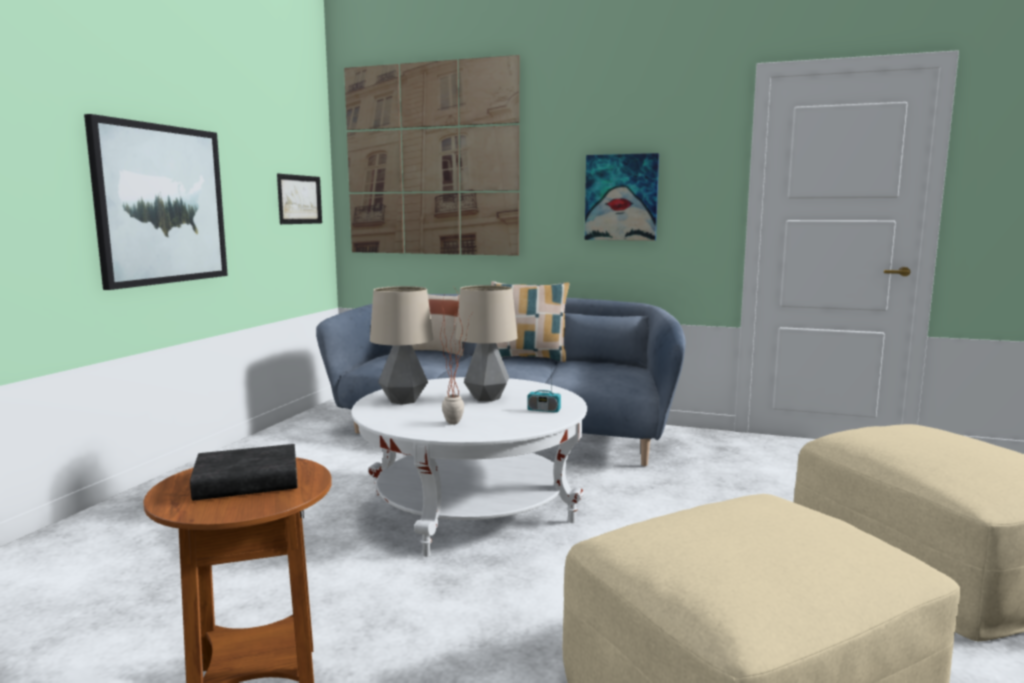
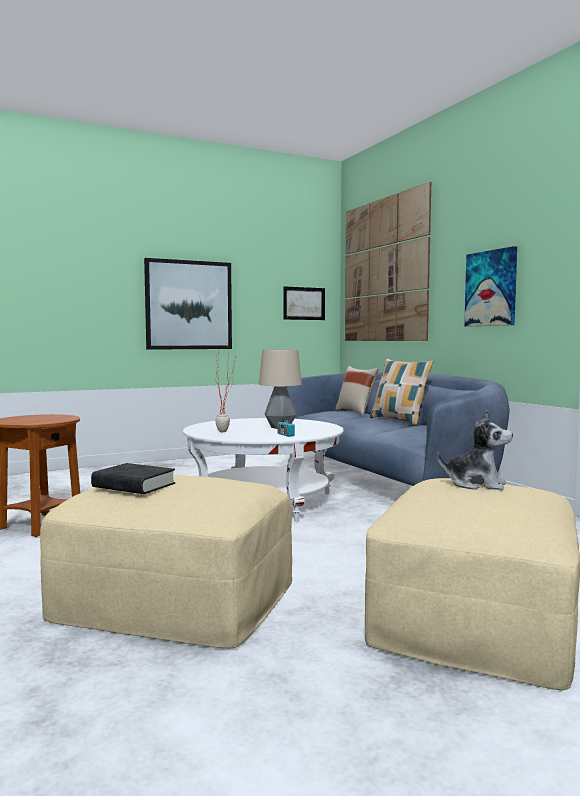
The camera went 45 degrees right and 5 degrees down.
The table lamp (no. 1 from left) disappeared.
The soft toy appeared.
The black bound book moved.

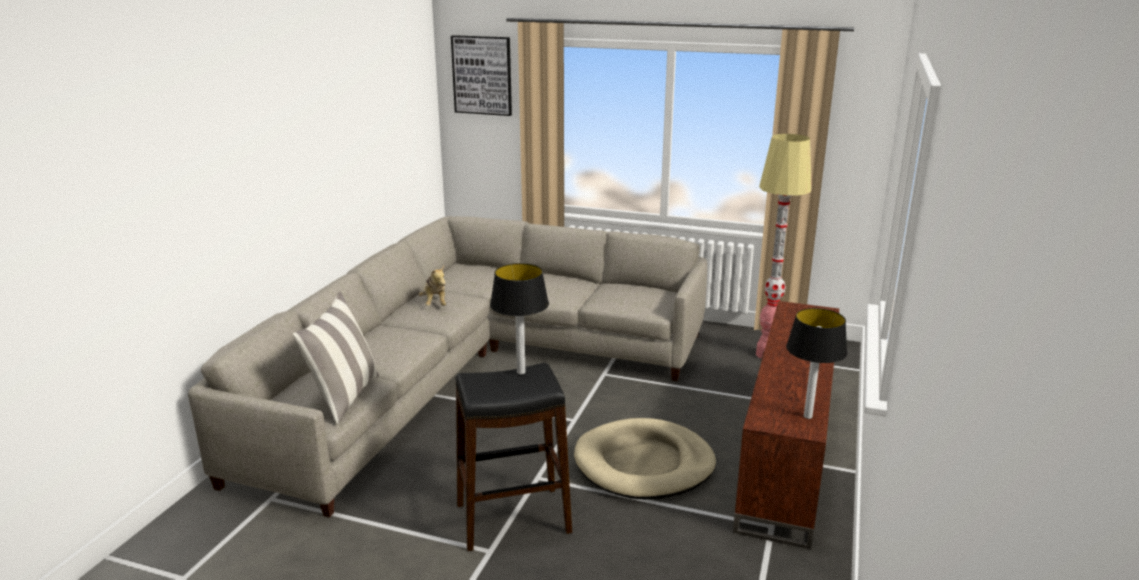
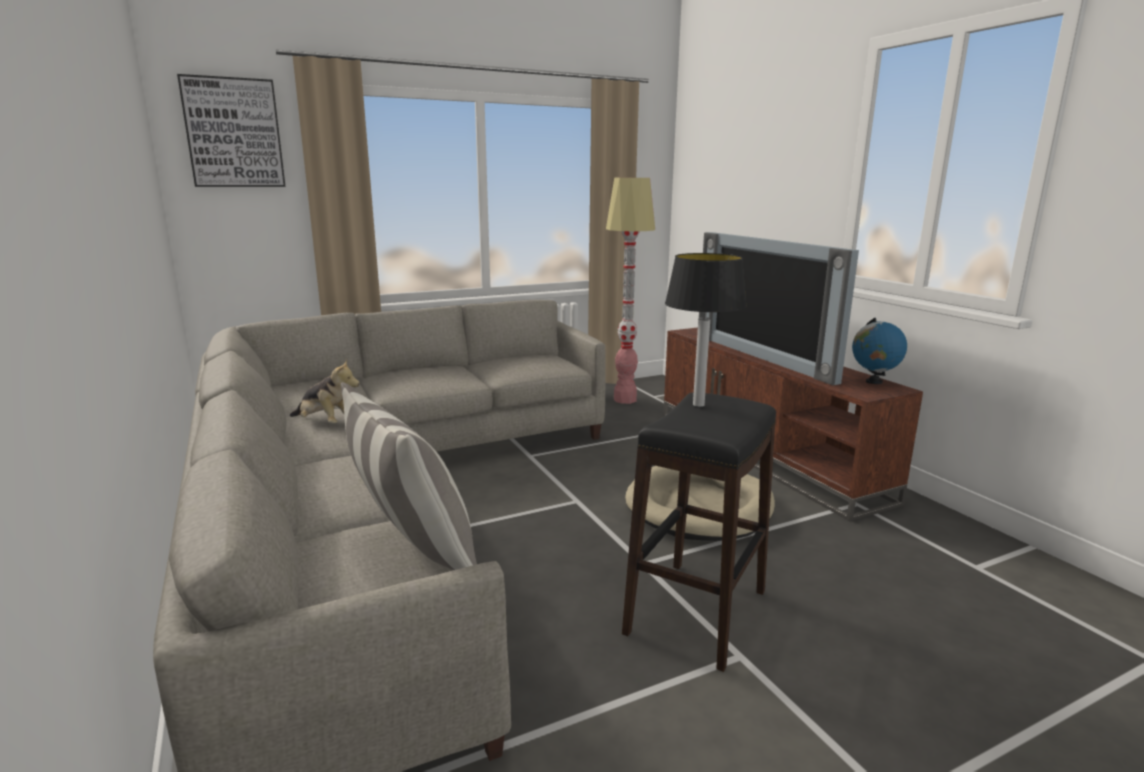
The camera went 45 degrees left and 5 degrees down.
The television appeared.
The table lamp (no. 2 from left) was replaced by the desk globe.

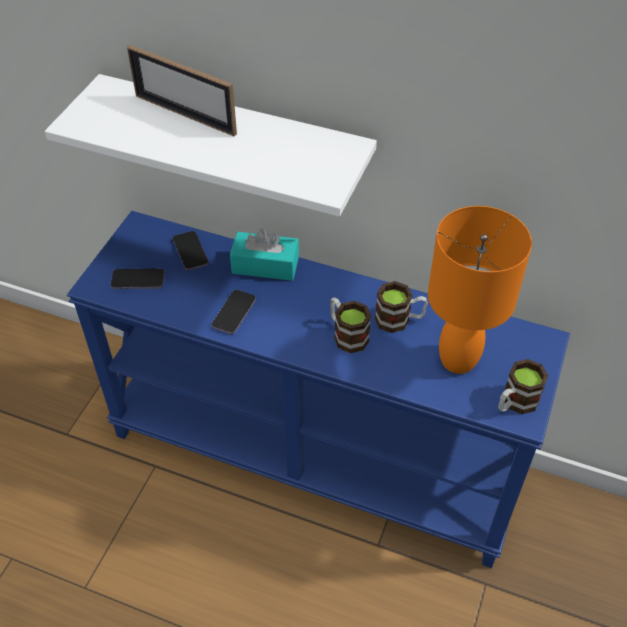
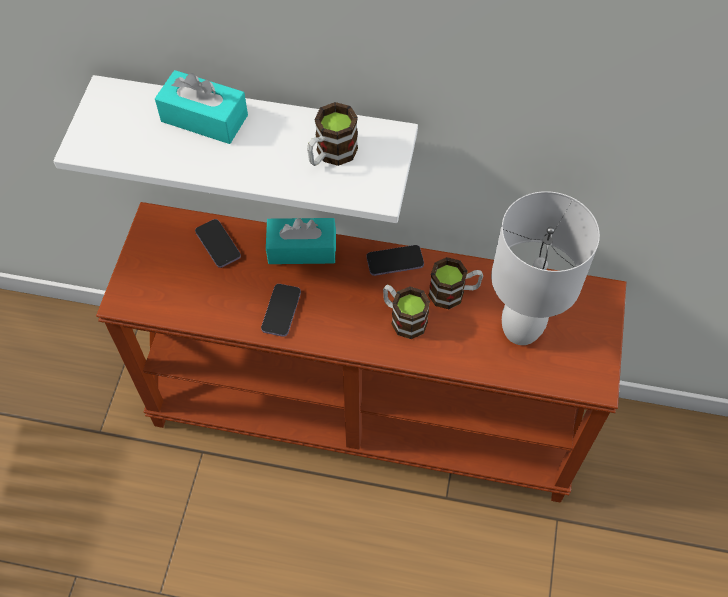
The camera went 10 degrees left and 10 degrees up.
The telephone (no. 1 from left in the first image) moved.
The tea mug (no. 3 from left in the first image) moved.
The standing frame was replaced by the turquoise-coloured box of tissues (no. 1 from left).
The blue-coloured narrow table became the brownish narrow table.
The orangey table lamp became the whitish table lamp.

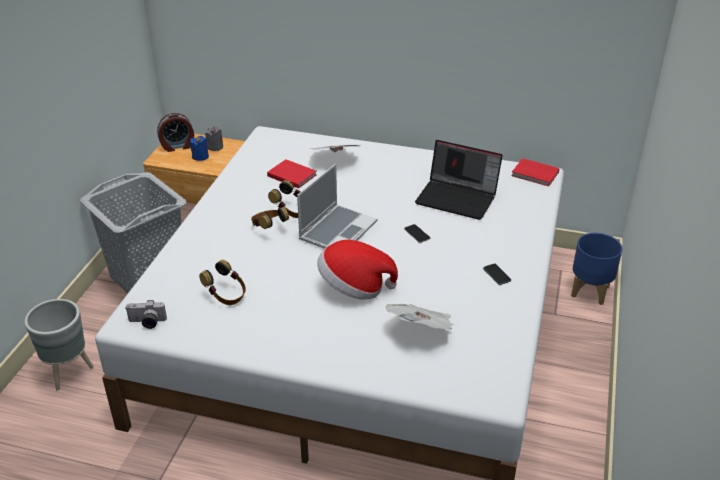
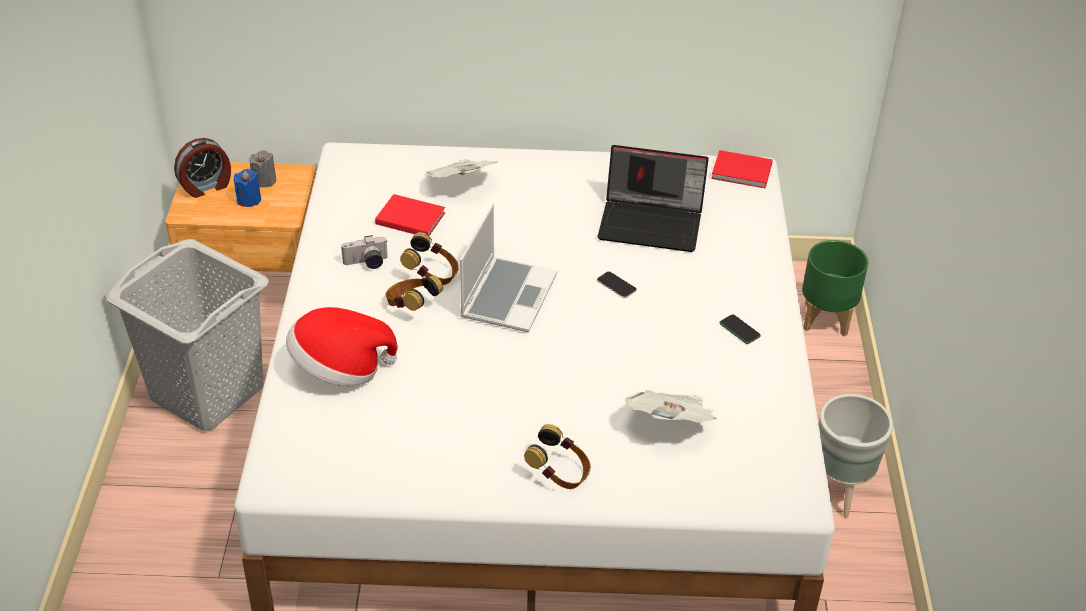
The camera went 15 degrees left and 5 degrees up.
The gray plant pot moved.
The still camera moved.
The pair of headphones (no. 1 from left in the first image) moved.
The hat moved.
The blue-coloured plant pot became the greenish plant pot.

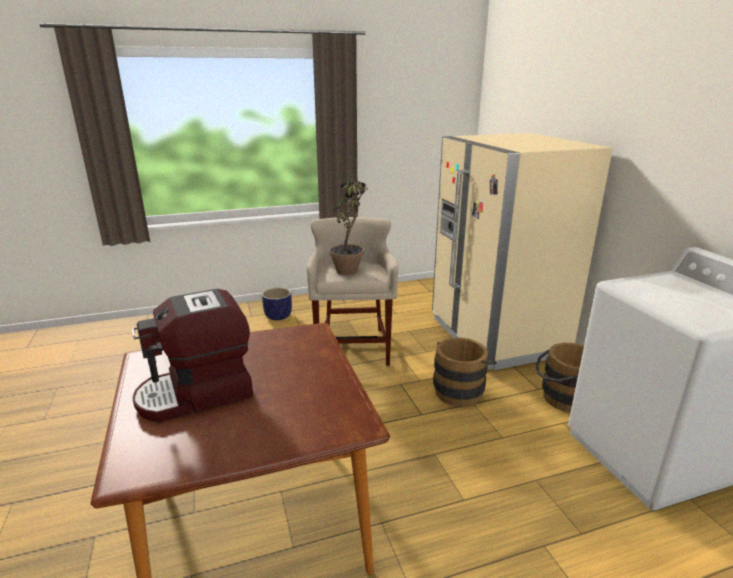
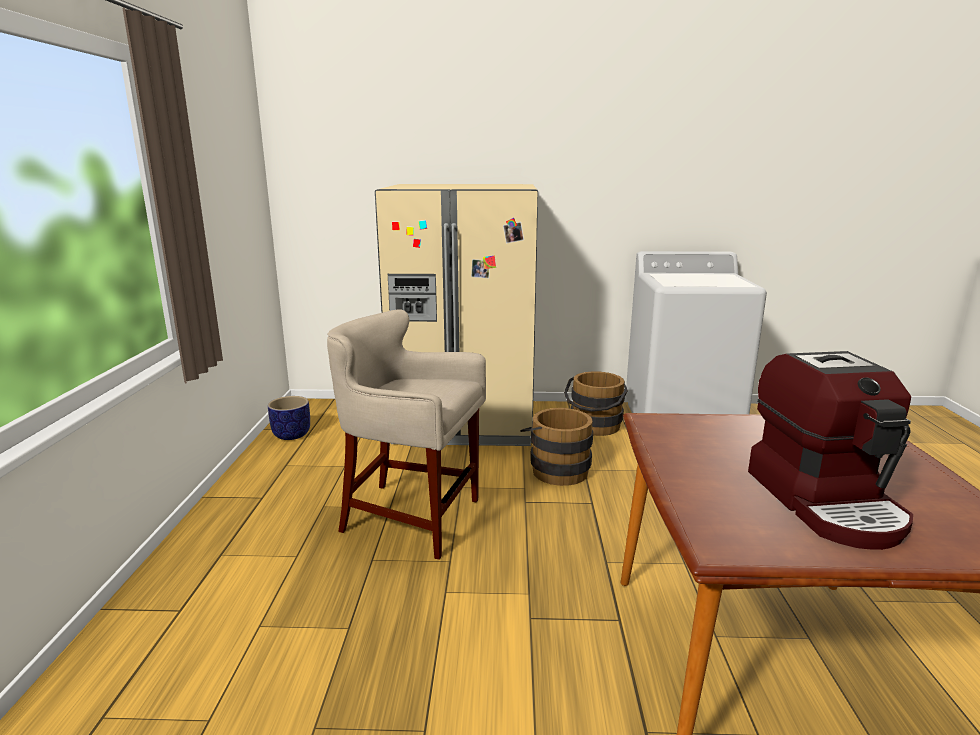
The camera went 70 degrees left and 5 degrees down.
The potted plant disappeared.
The plant pot moved.

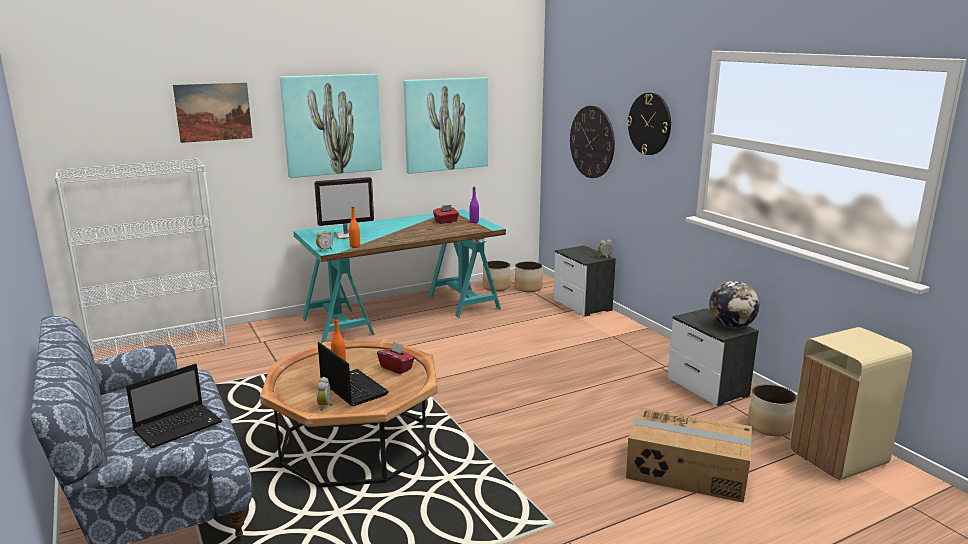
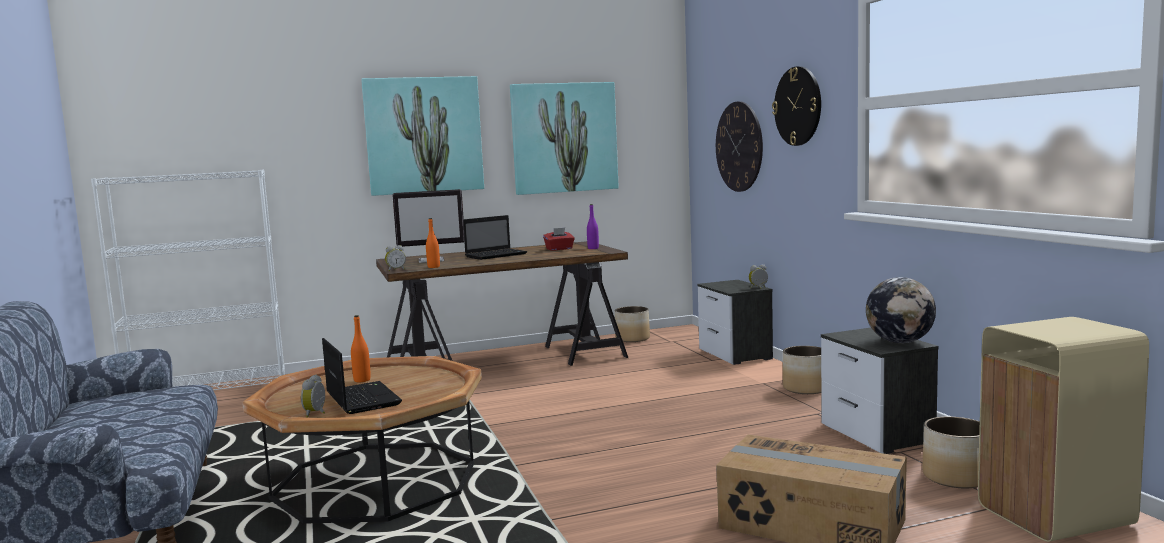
The camera went 10 degrees right and 10 degrees down.
The wall art (no. 1 from left) disappeared.
The reddish box of tissues (no. 1 from left) disappeared.
The notebook computer (no. 1 from left in the first image) moved.
The plant pot (no. 2 from left) moved.
The turquoise-coloured desk table became the brownish desk table.

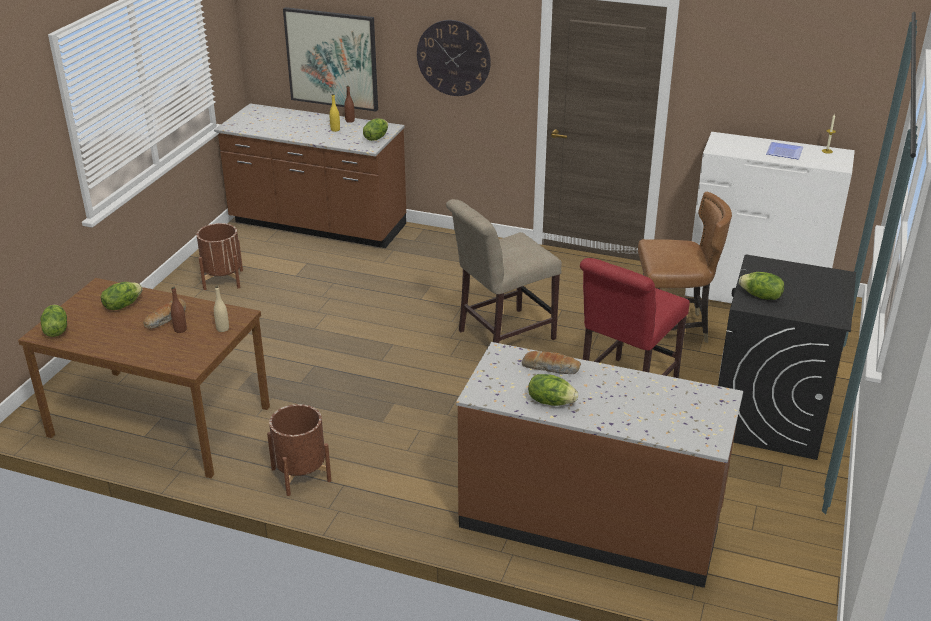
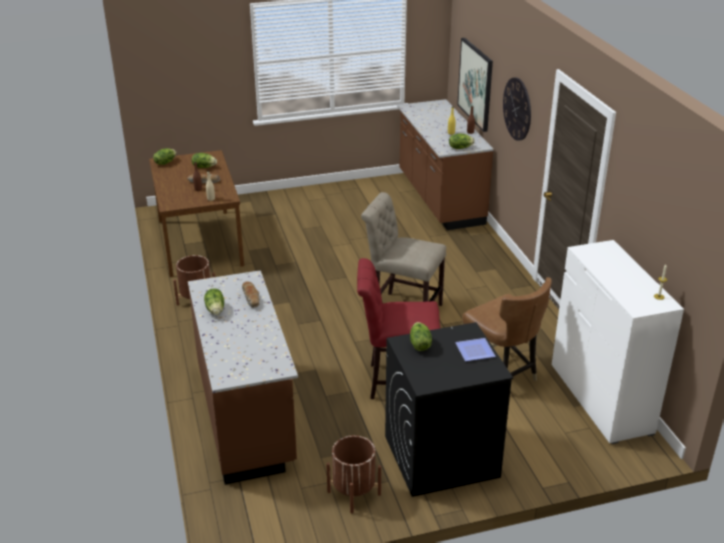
The camera went 55 degrees right and 0 degrees up.
The brownish plant pot (no. 1 from left in the first image) moved.
The plate moved.

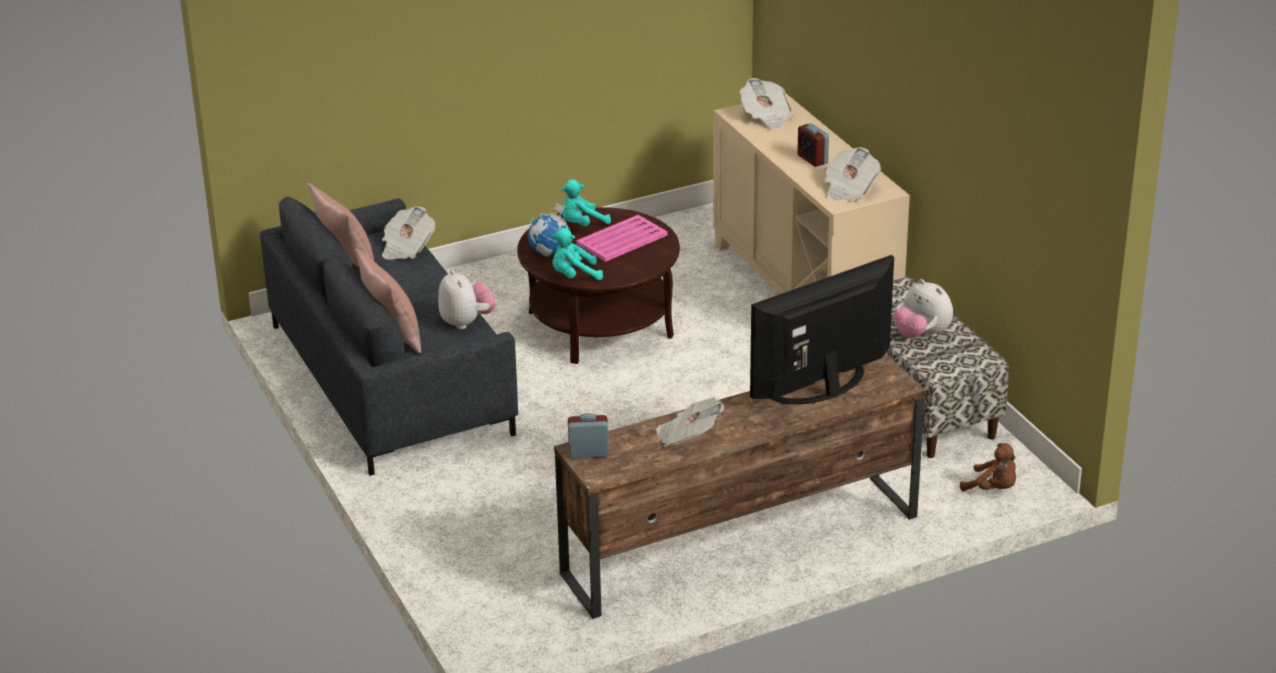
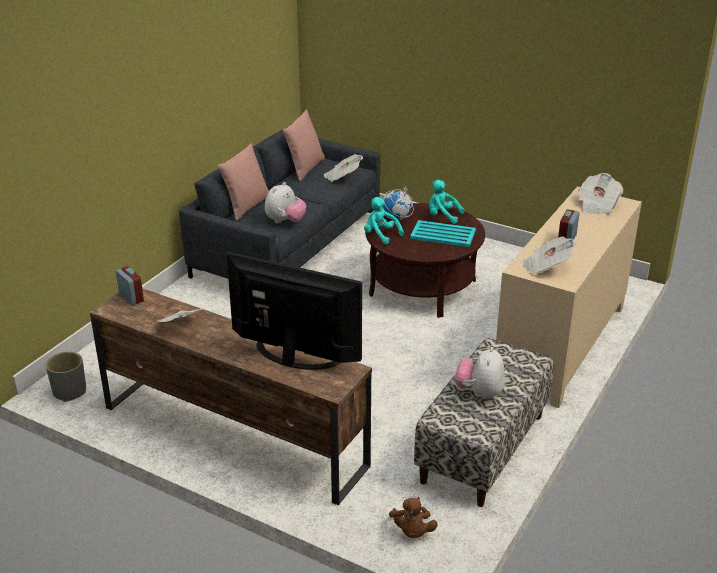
The camera went 55 degrees right and 0 degrees up.
The gray plant pot appeared.
The pinkish tray became the turquoise-coloured tray.

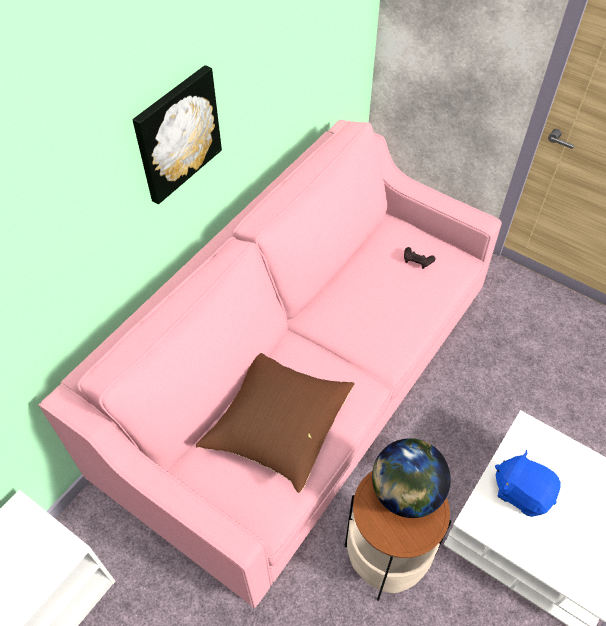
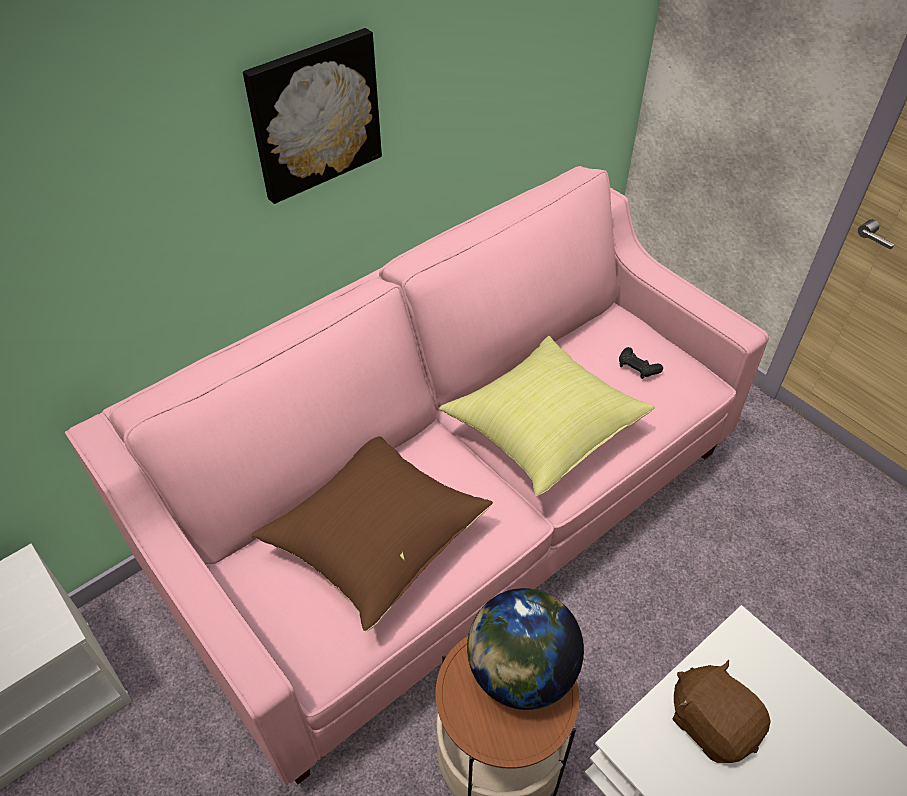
The camera went 15 degrees right and 5 degrees down.
The yellow-coloured cushion appeared.
The blue-coloured soft toy became the brownish soft toy.

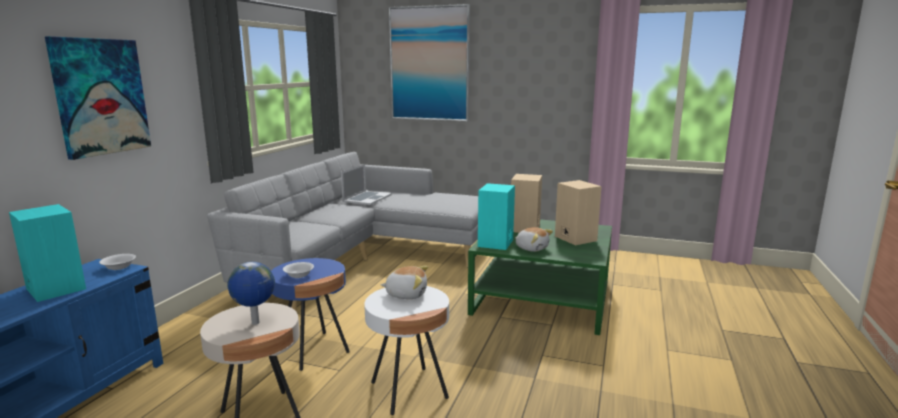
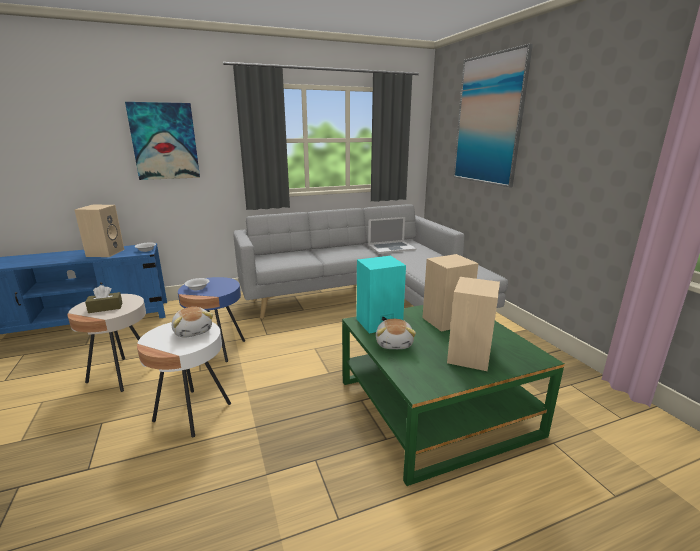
The camera went 50 degrees right and 5 degrees up.
The desk globe was replaced by the brownish box of tissues.
The turquoise-coloured speaker (no. 1 from left) became the sand-coloured speaker (no. 1 from left).

